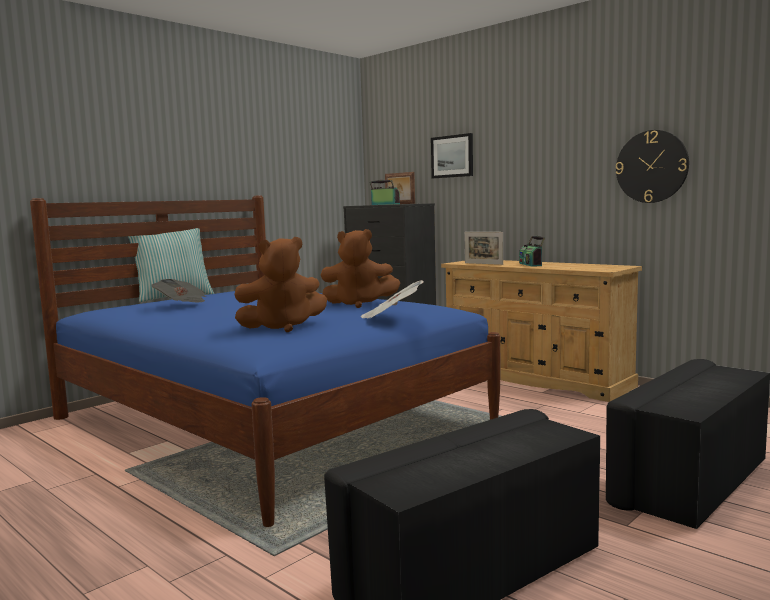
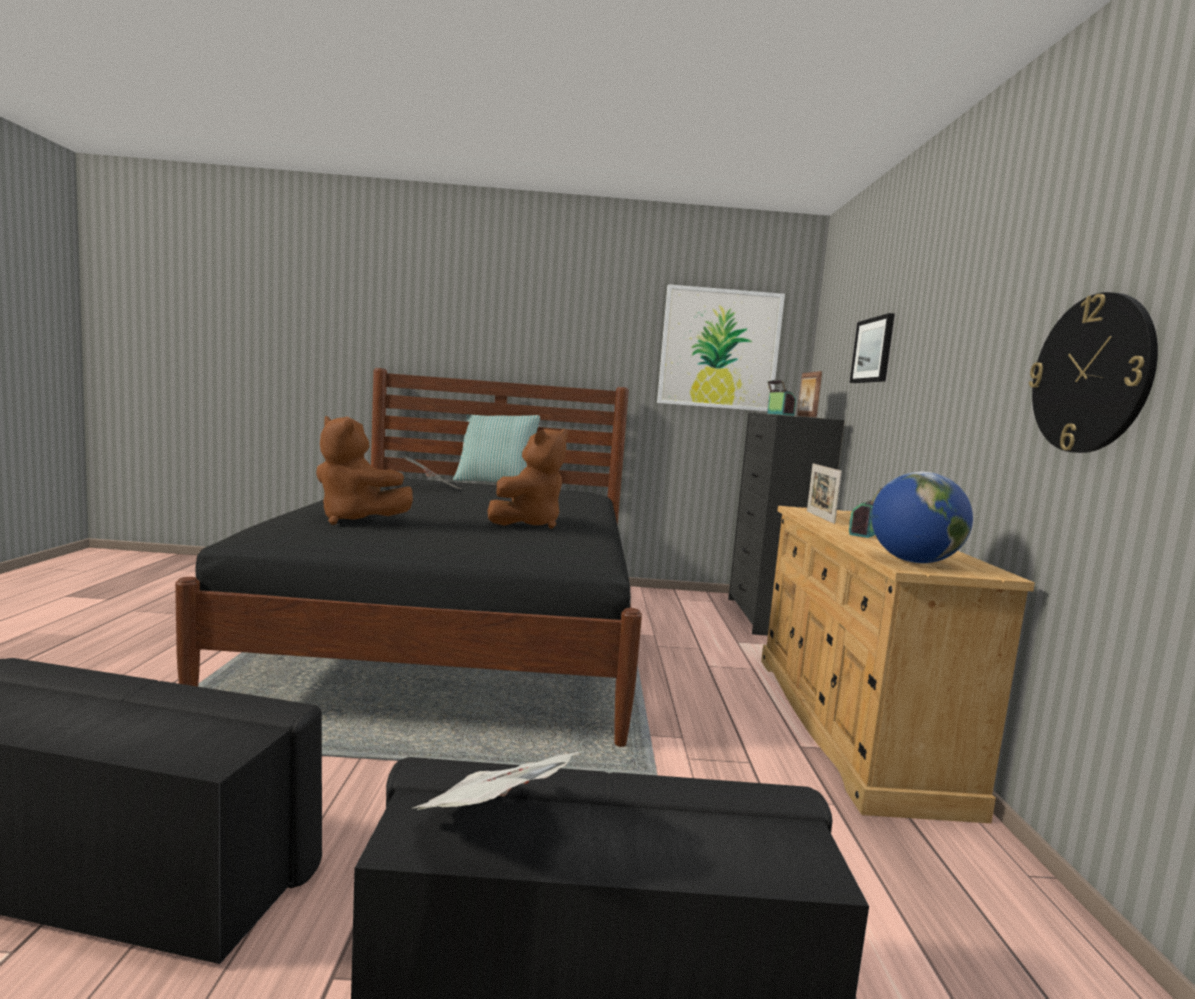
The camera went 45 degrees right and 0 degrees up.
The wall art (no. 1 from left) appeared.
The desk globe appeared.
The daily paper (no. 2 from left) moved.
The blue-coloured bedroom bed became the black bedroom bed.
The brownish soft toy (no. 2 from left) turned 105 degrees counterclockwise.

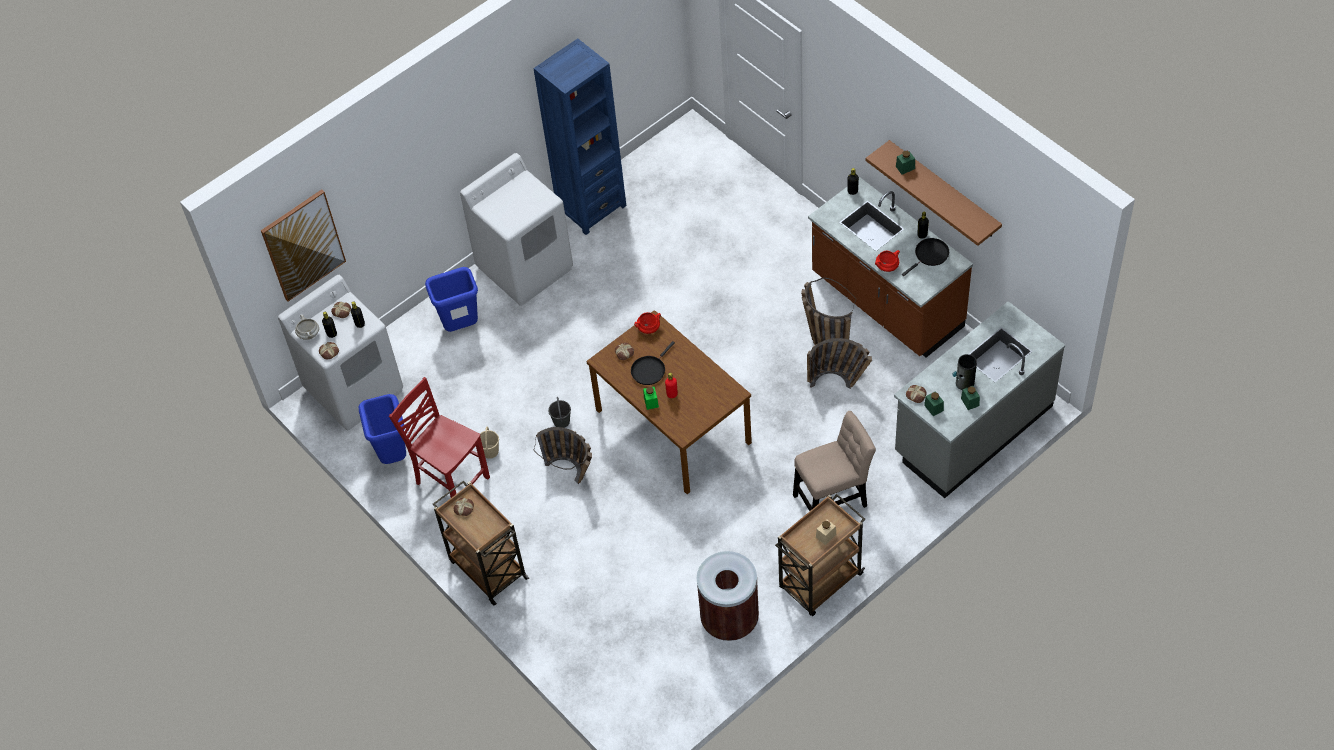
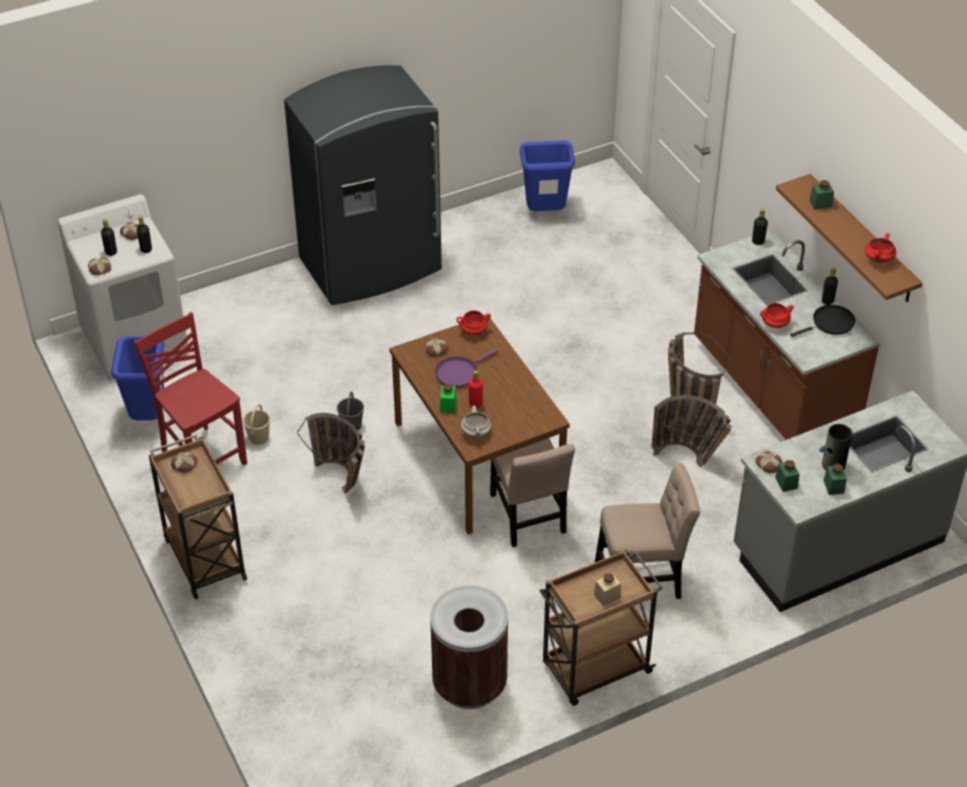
The camera went 10 degrees right and 10 degrees down.
The wall art disappeared.
The blue-coloured shelving unit disappeared.
The sand-coloured plain chair (no. 1 from left) appeared.
The reddish cooking pot (no. 3 from left) appeared.
The whitish cooking pot moved.
The blue-coloured rubbish bin (no. 2 from left) moved.
The whitish washing machine (no. 2 from left) was replaced by the gray fridge.
The black frying pan (no. 1 from left) became the purple frying pan.

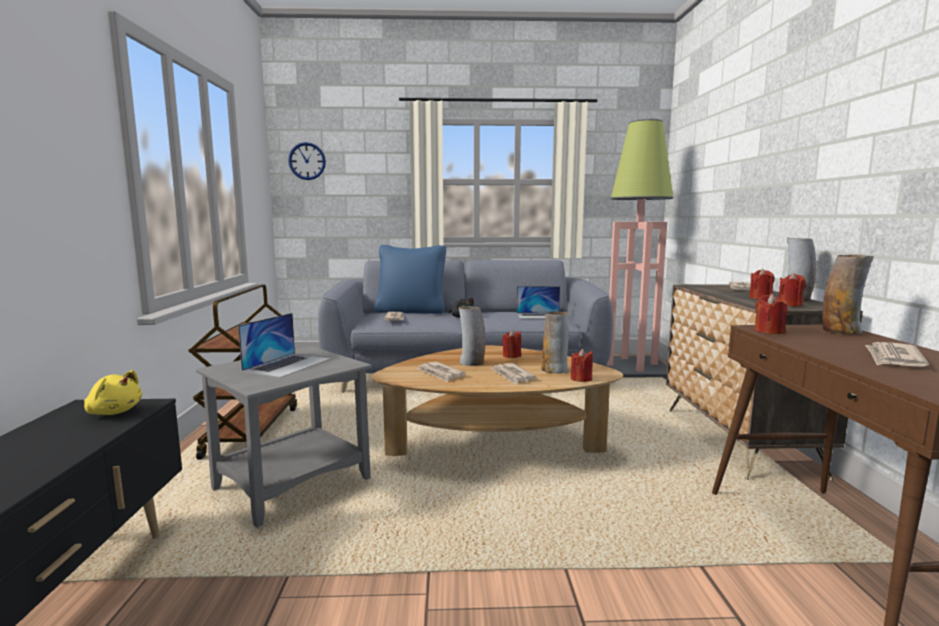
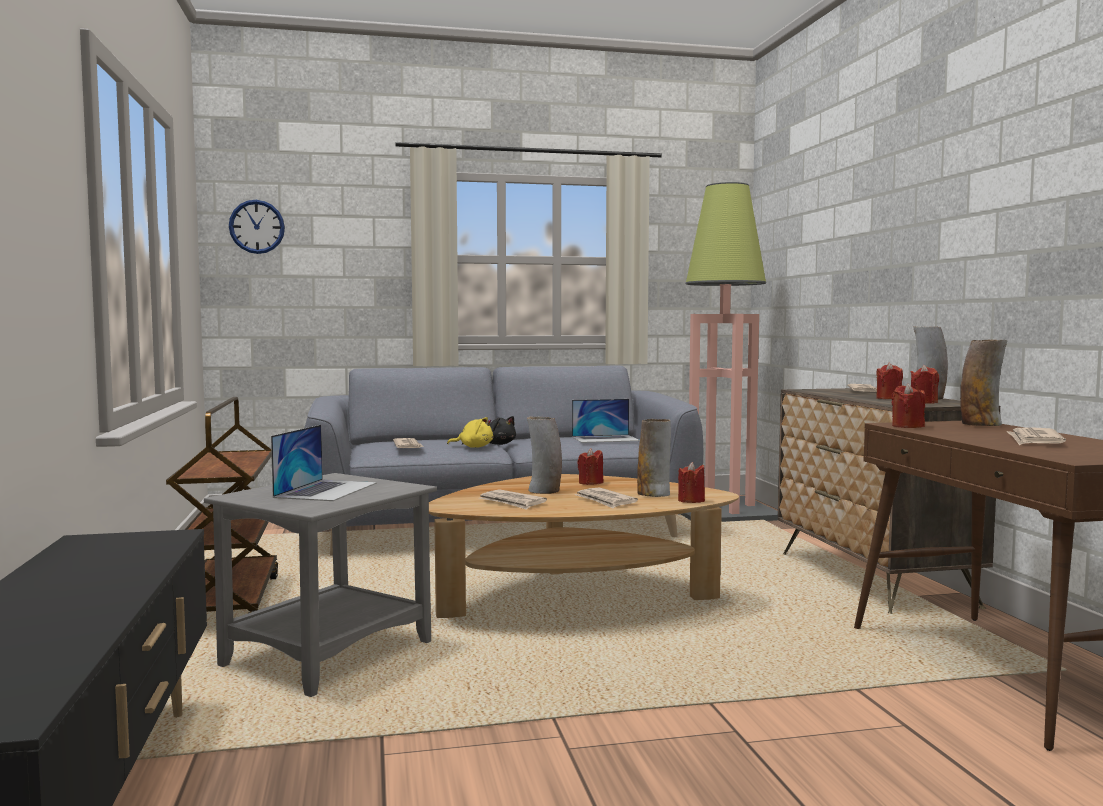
The camera went 10 degrees left and 5 degrees down.
The blue-coloured cushion disappeared.
The yellow-coloured soft toy moved.

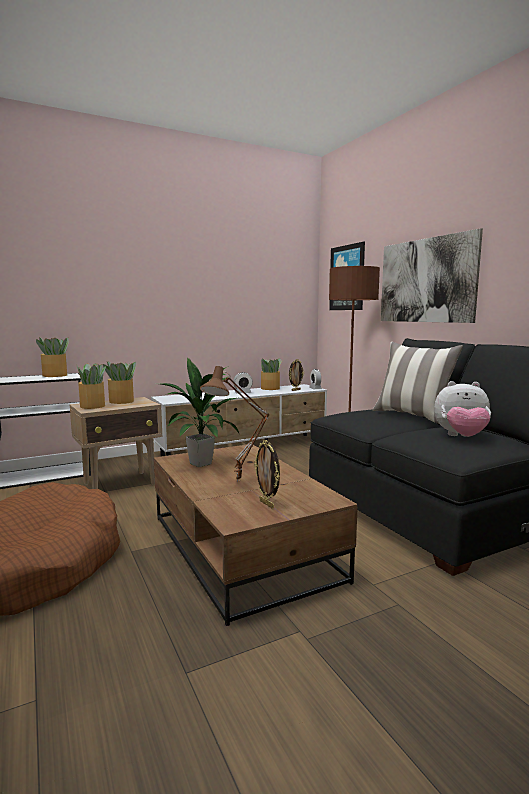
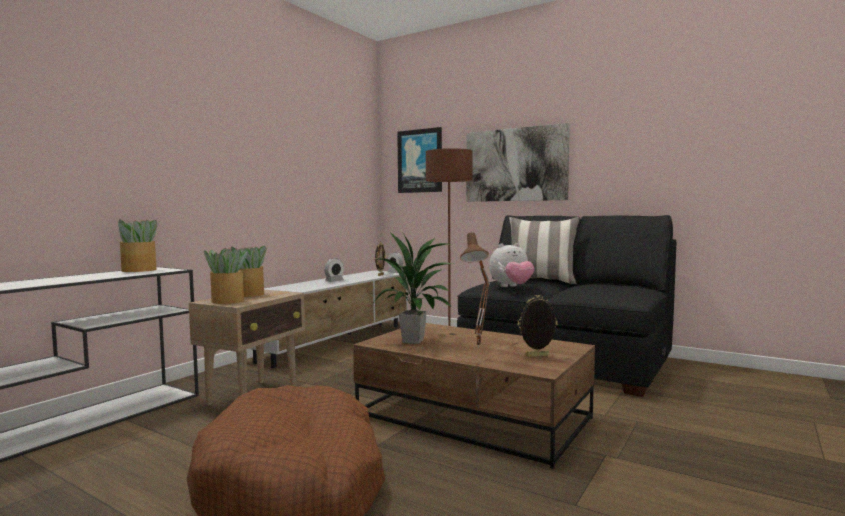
The camera went 30 degrees left and 5 degrees down.
The potted plant (no. 5 from left) disappeared.
The soft toy moved.
The standing frame (no. 1 from left in the first image) turned 150 degrees clockwise.

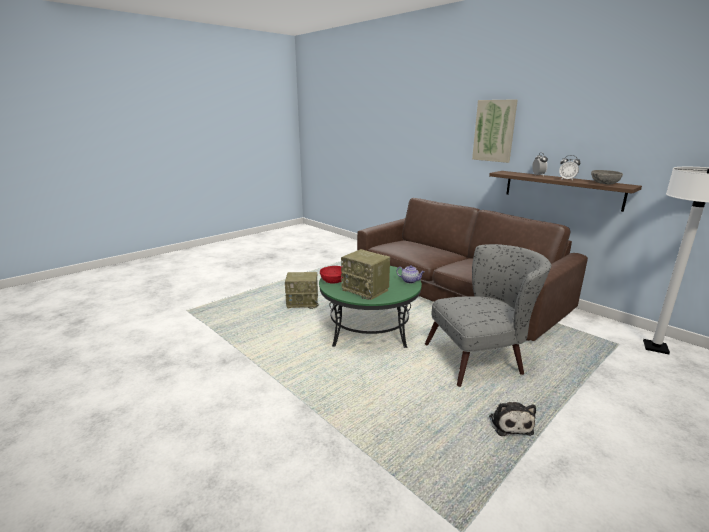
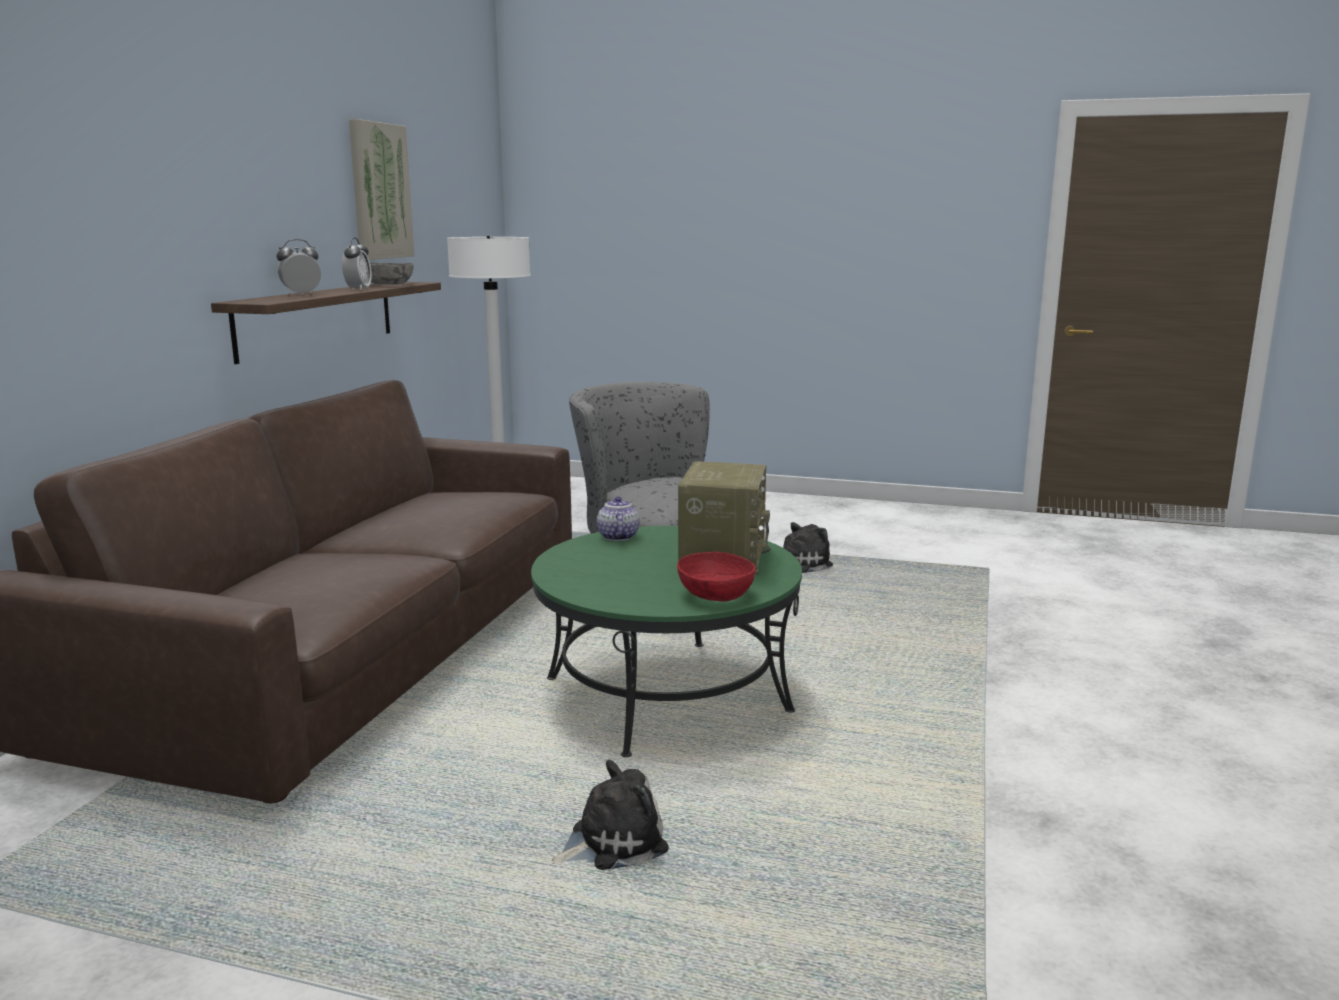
The camera went 120 degrees left and 5 degrees down.
The wall art moved.
The radio receiver (no. 1 from left) was replaced by the soft toy (no. 1 from left).

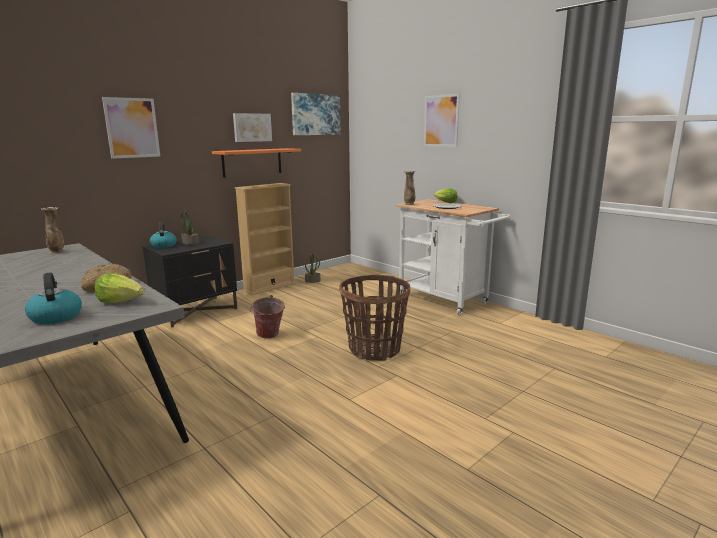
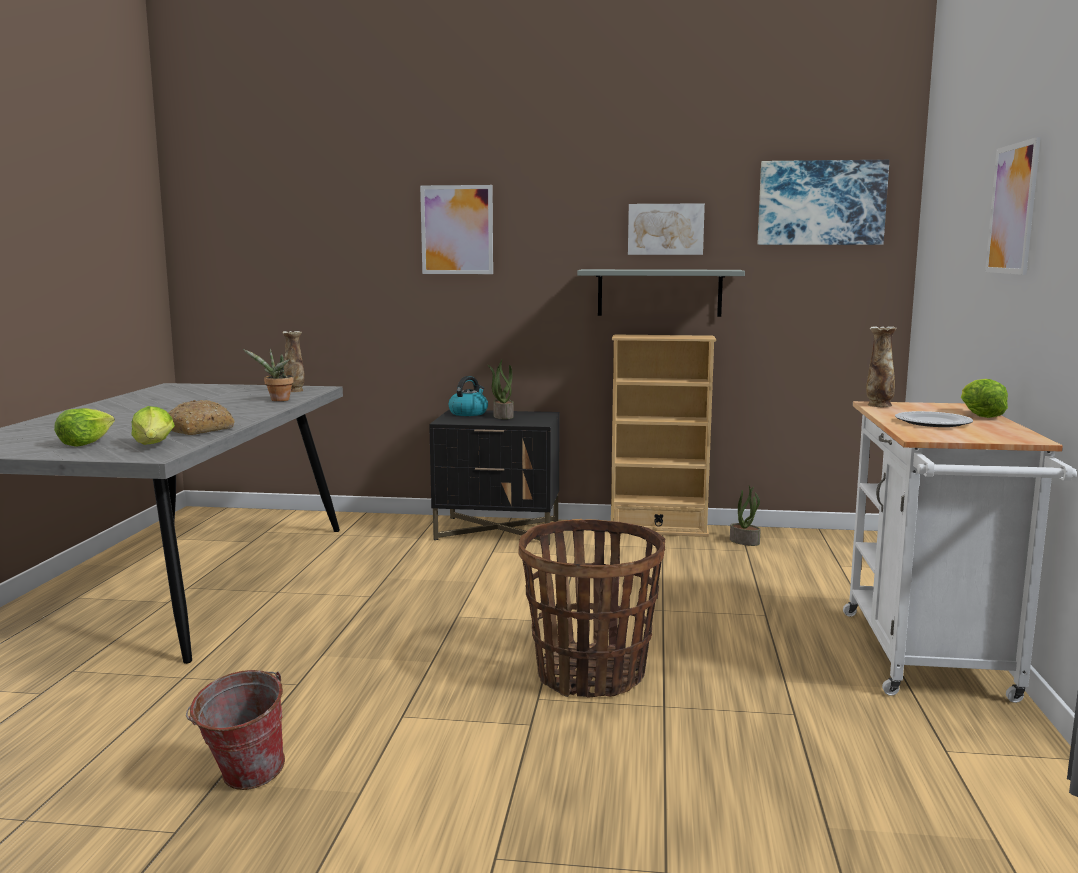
The camera went 50 degrees right and 5 degrees down.
The potted plant (no. 1 from left) appeared.
The water bucket moved.
The water kettle (no. 1 from left) was replaced by the lettuce (no. 1 from left).
The orangey wall shelf became the gray wall shelf.

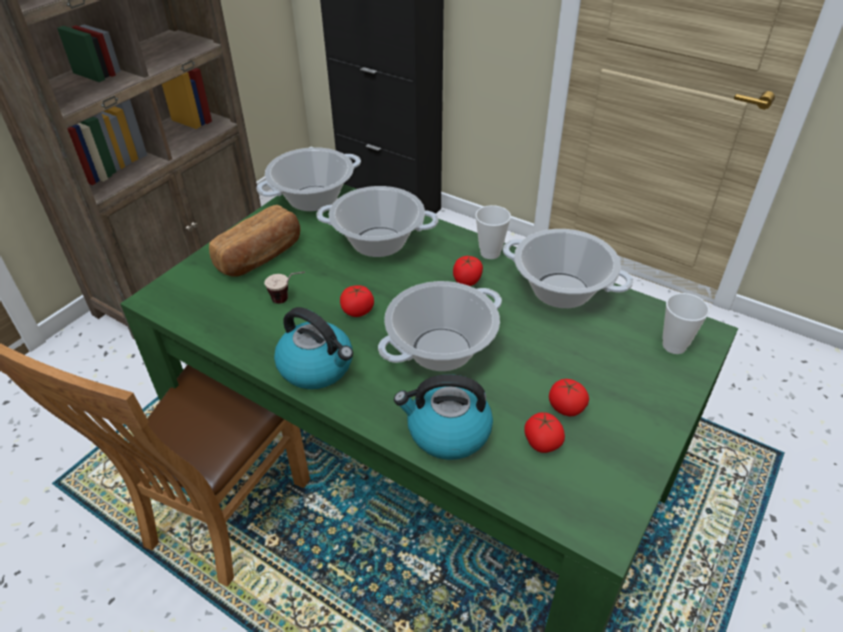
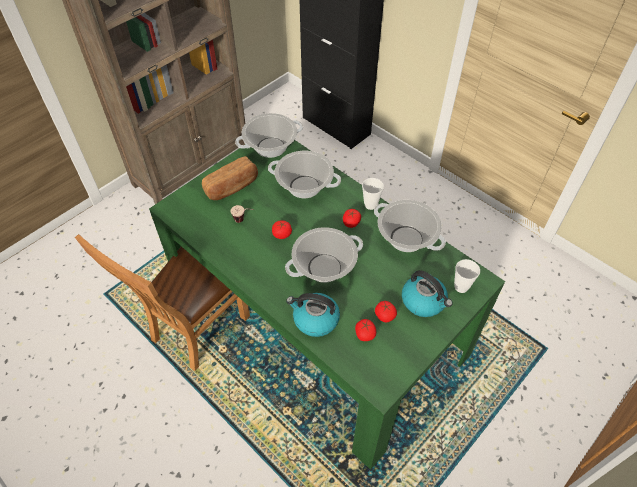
The camera went 10 degrees right and 10 degrees up.
The water kettle (no. 1 from left in the first image) moved.

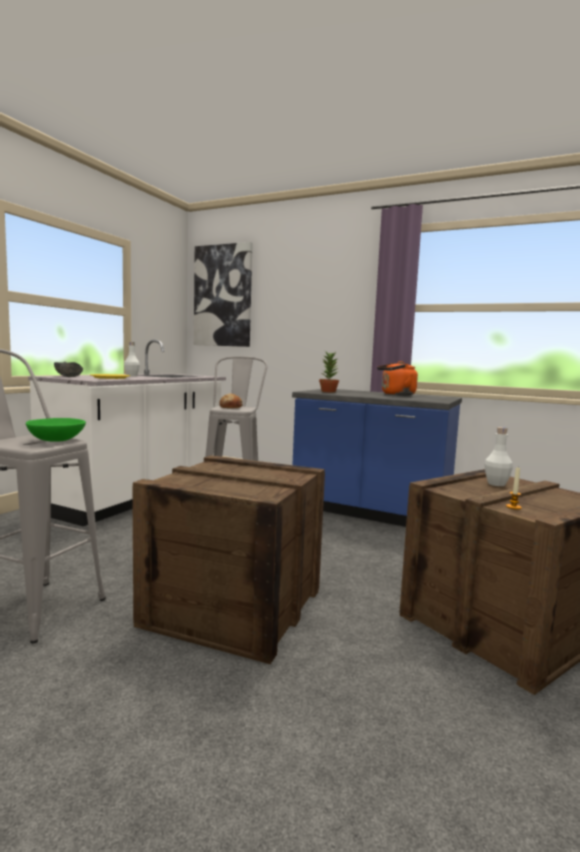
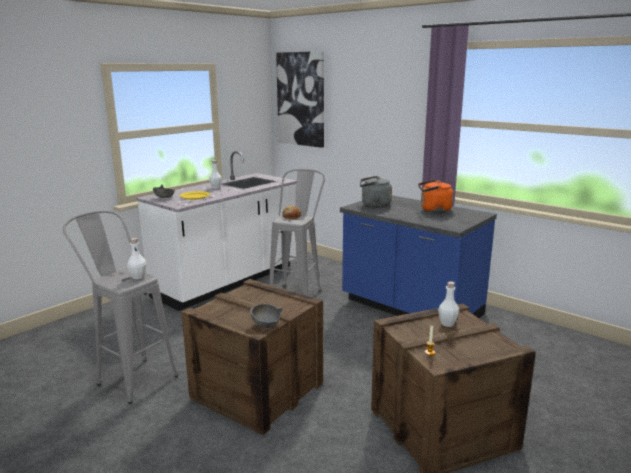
The camera went 15 degrees right and 10 degrees up.
The gray serving bowl (no. 2 from left) appeared.
The greenish serving bowl was replaced by the whitish drink bottle (no. 1 from left).
The potted plant was replaced by the gray water kettle.

